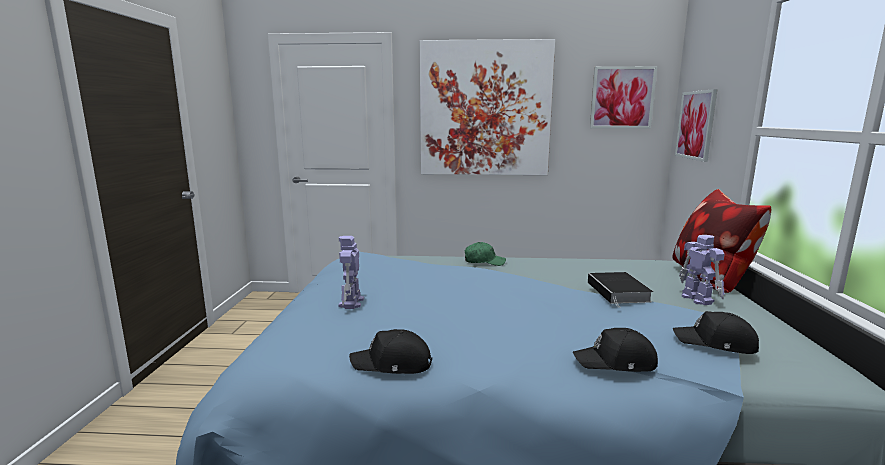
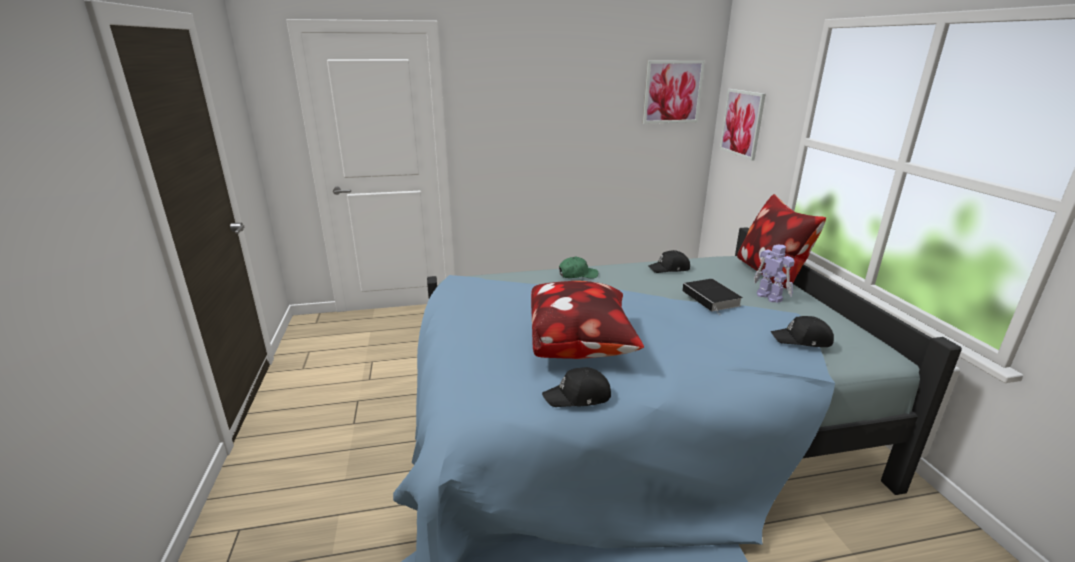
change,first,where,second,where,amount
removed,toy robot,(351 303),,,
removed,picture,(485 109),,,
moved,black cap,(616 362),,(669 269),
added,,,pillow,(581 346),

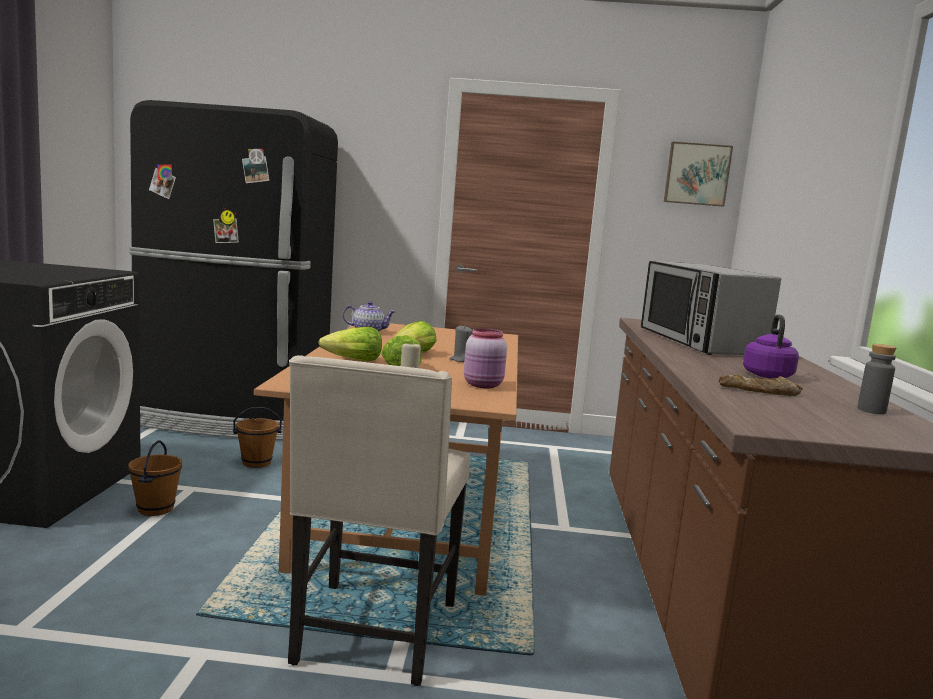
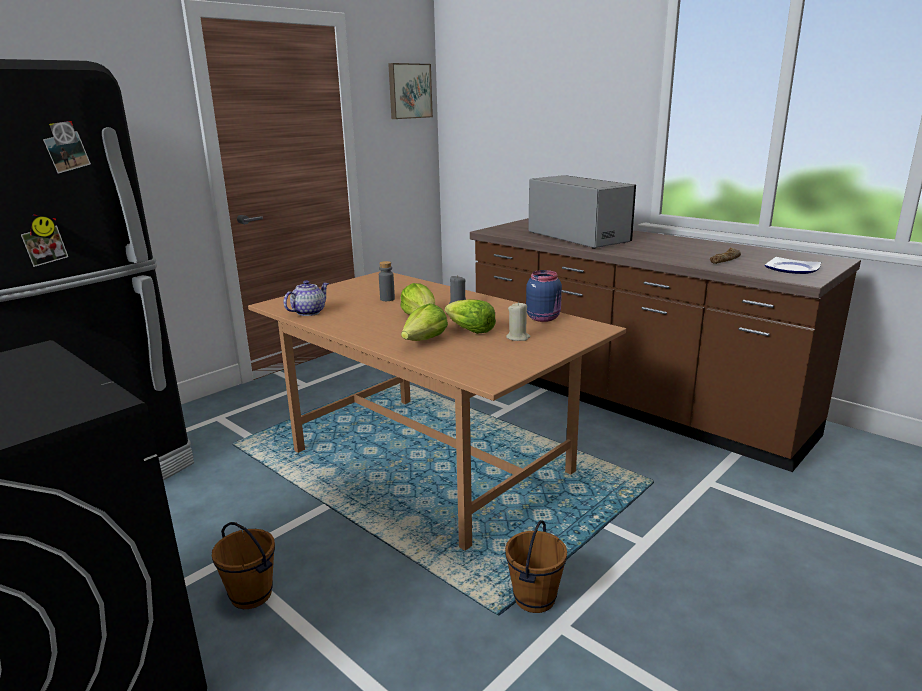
change,first,where,second,where,amount
moved,brown bucket,(256 463),,(535 599),
removed,beige chair,(373 634),,,
recoloured,pink jar,(484 385),blue jar,(544 318),
turned,microwave,(698 342),,(578 237),150 degrees counterclockwise
removed,purple kettle,(767 375),,,
moved,grey bottle,(871 410),,(387 299),
added,,,plate,(791 269),

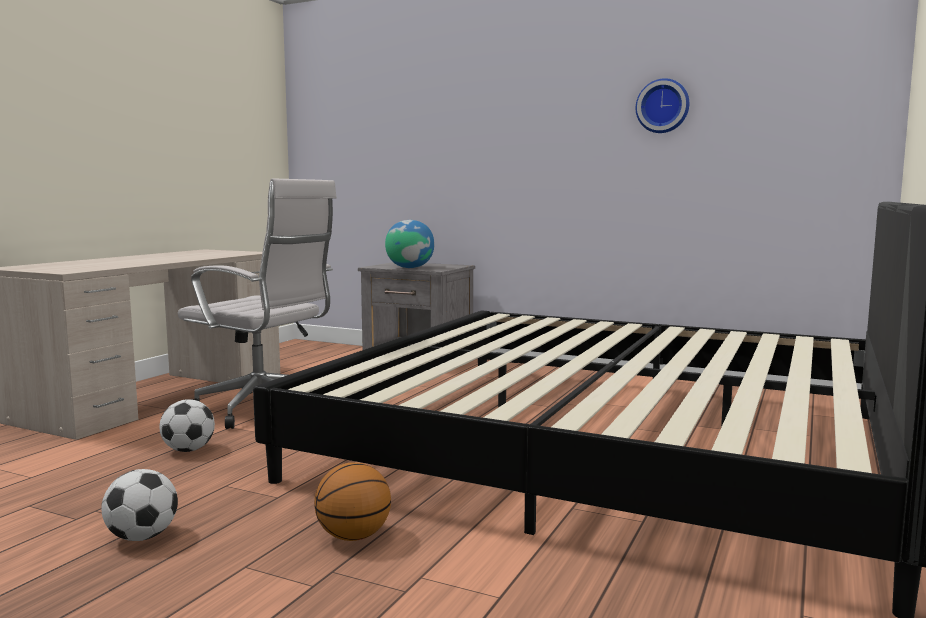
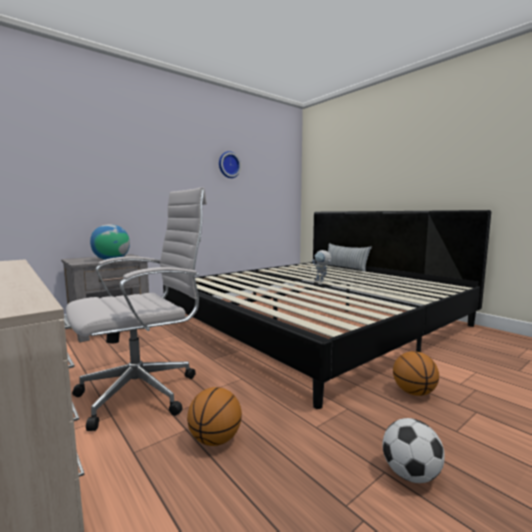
change,first,where,second,where,amount
replaced,football,(188 450),basketball,(215 440),
added,,,toy robot,(321 281),
added,,,pillow,(345 268),

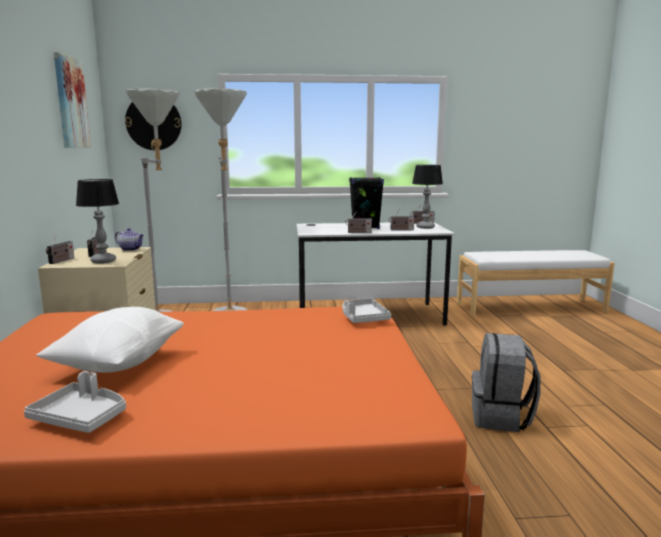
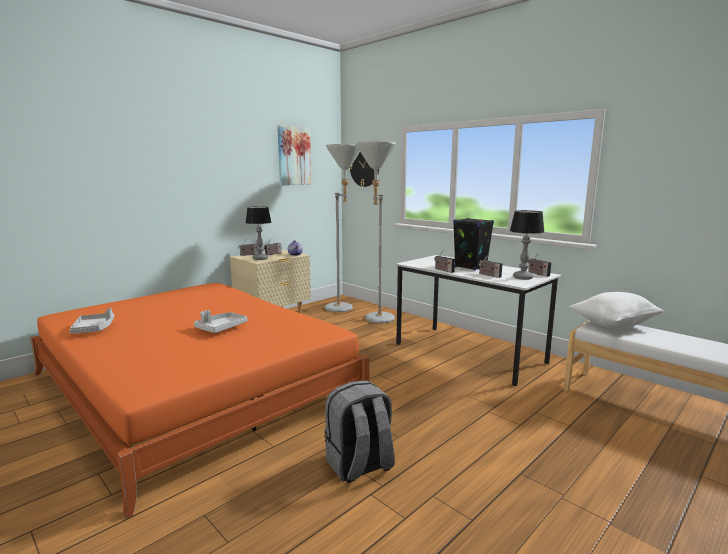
change,first,where,second,where,amount
moved,white pillow,(118 364),,(613 324),
moved,grey tray,(363 318),,(221 328),

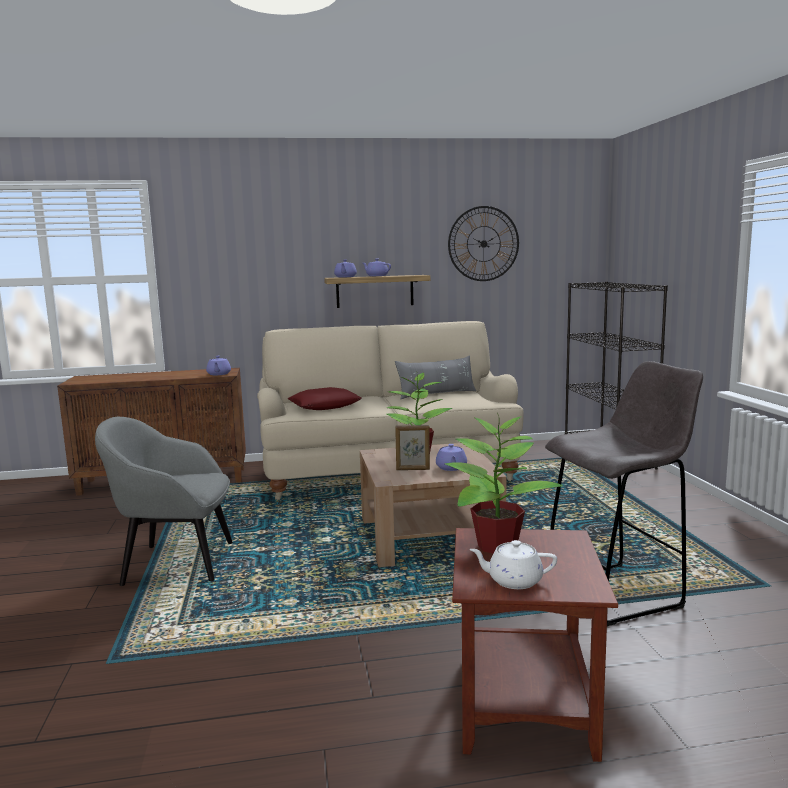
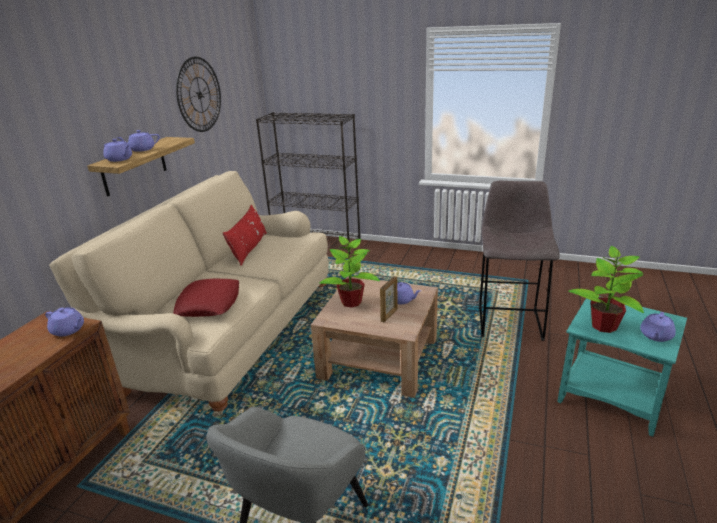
change,first,where,second,where,amount
recoloured,grey pillow,(436 394),red pillow,(249 248),
recoloured,brown side table,(527 704),turquoise side table,(611 396),
recoloured,white teapot,(513 581),purple teapot,(655 336),

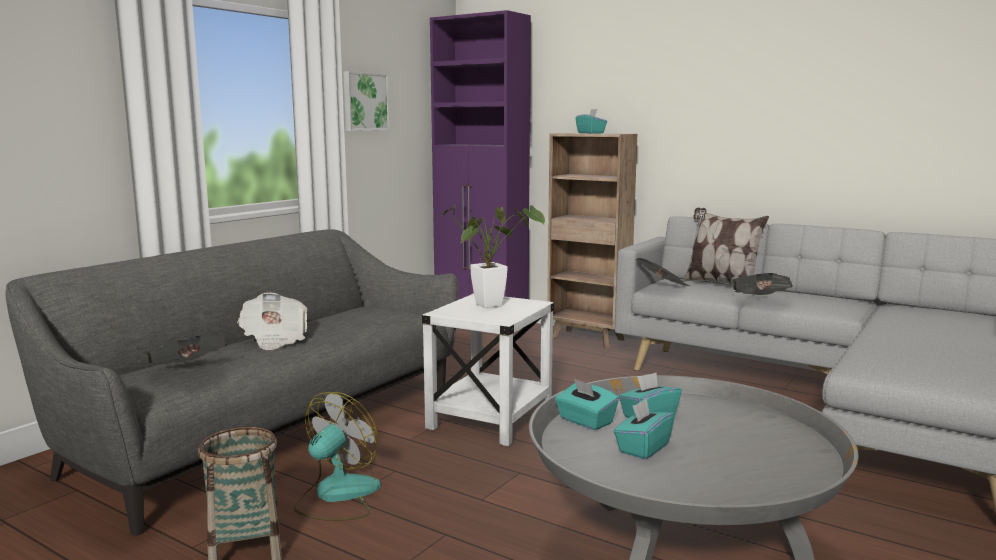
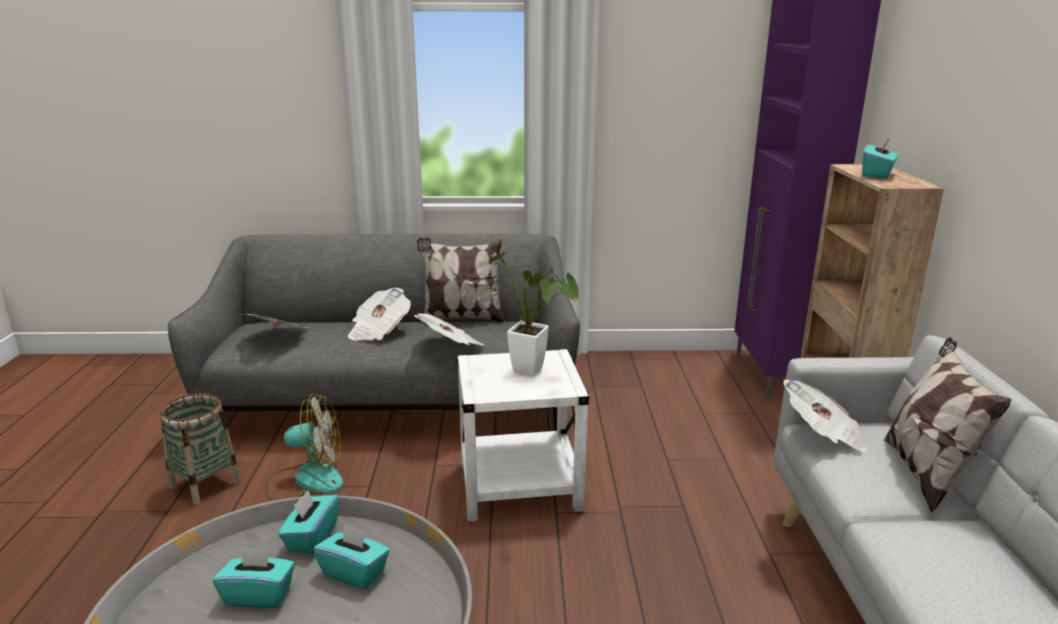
change,first,where,second,where,amount
removed,picture,(364 102),,,
moved,newspaper,(760 301),,(450 346),
added,,,pillow,(461 318),

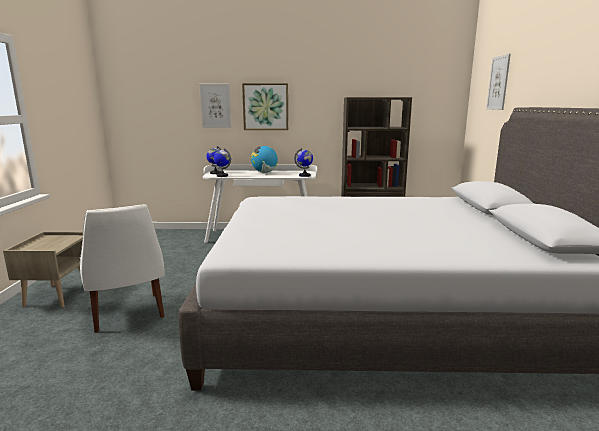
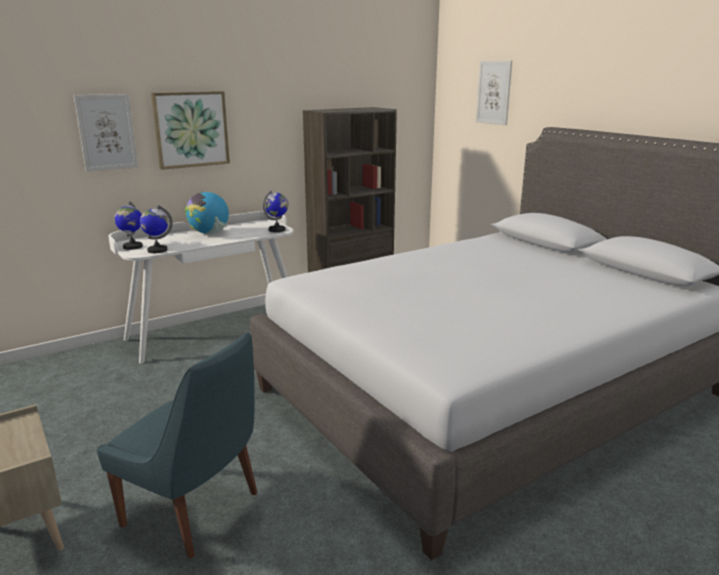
change,first,where,second,where,amount
recoloured,white chair,(128 314),blue chair,(195 511),

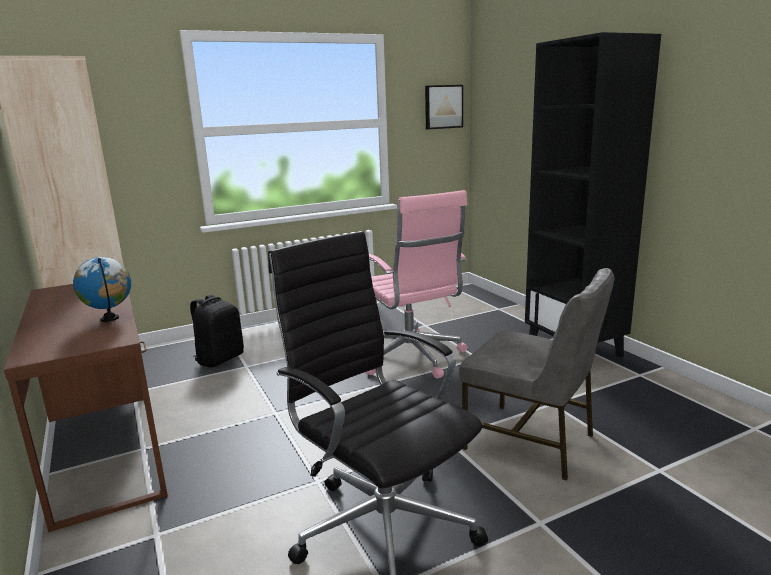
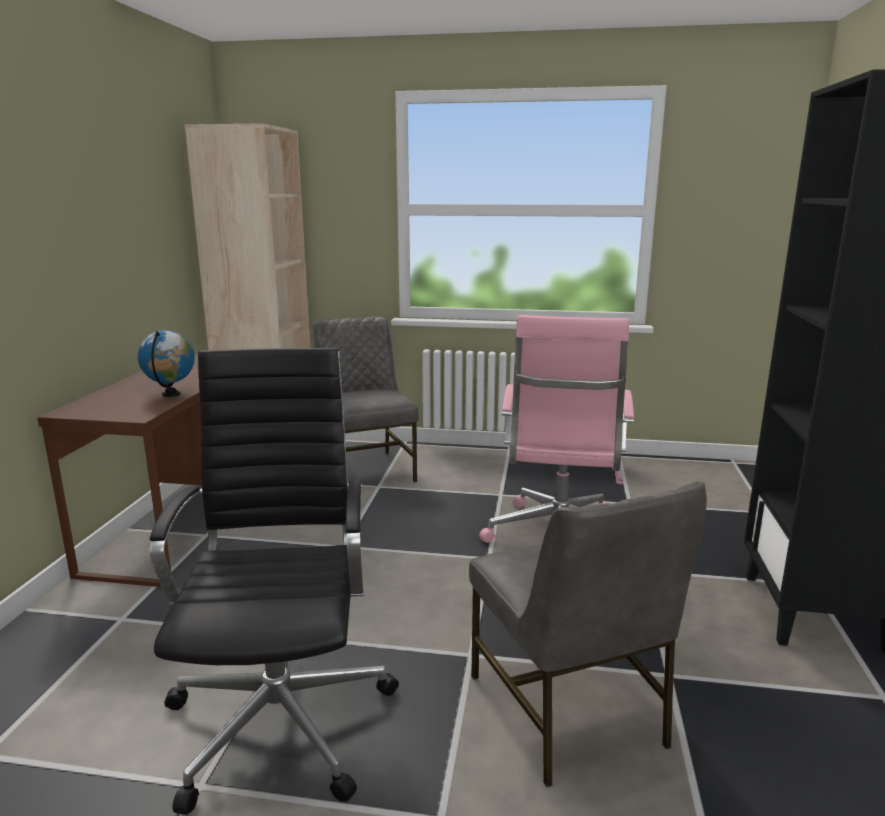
change,first,where,second,where,amount
replaced,black backpack,(220 359),grey chair,(366 470),
removed,picture,(443 107),,,

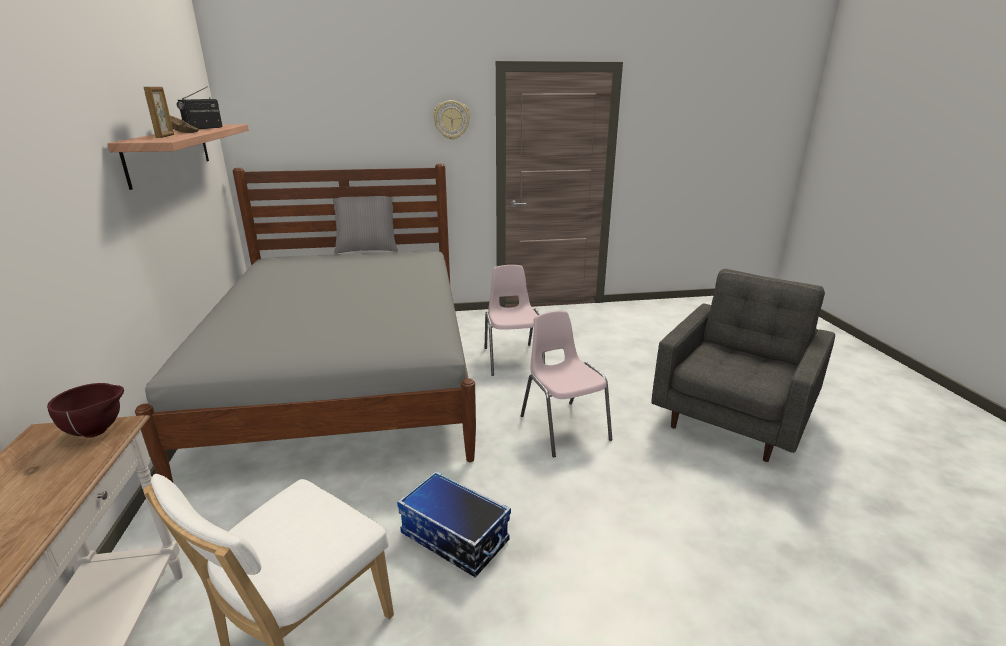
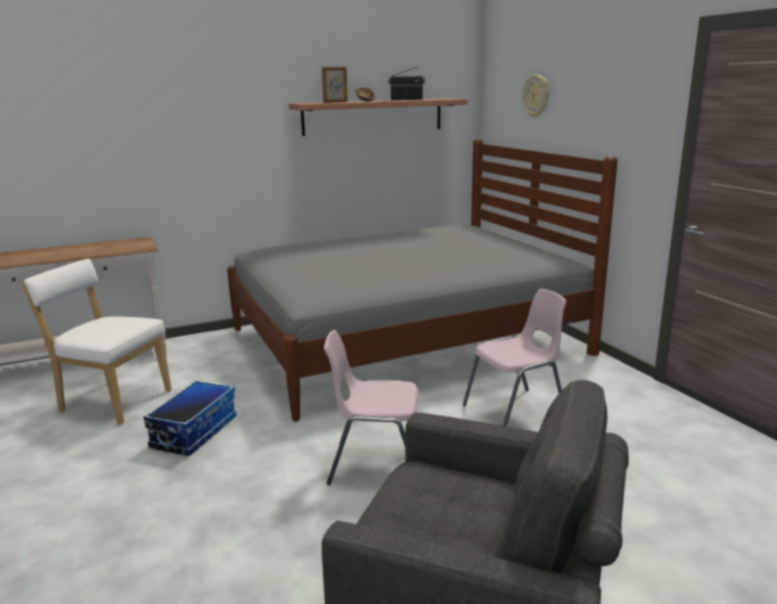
change,first,where,second,where,amount
removed,brown bowl,(99 431),,,
removed,grey pillow,(367 250),,,
moved,wall clock,(451 120),,(536 96),
turned,pink chair,(563 427),,(377 464),135 degrees counterclockwise

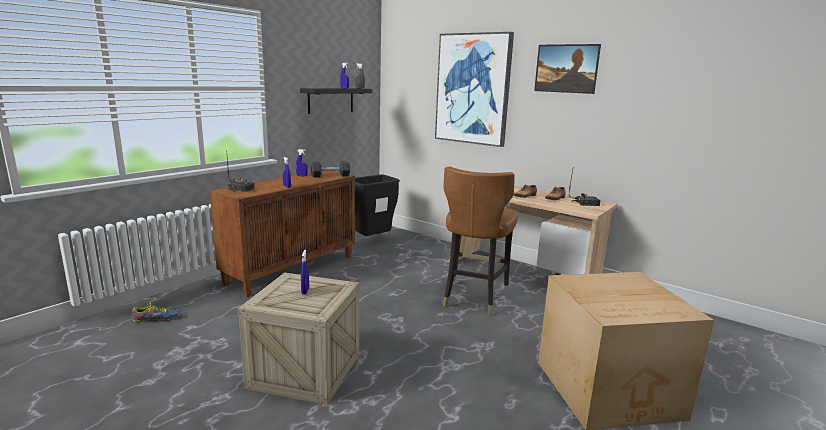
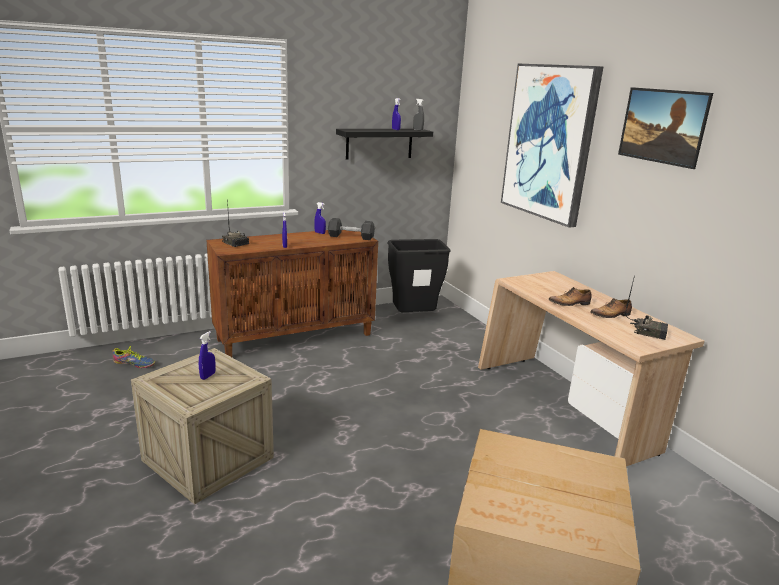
change,first,where,second,where,amount
removed,brown chair,(473 298),,,

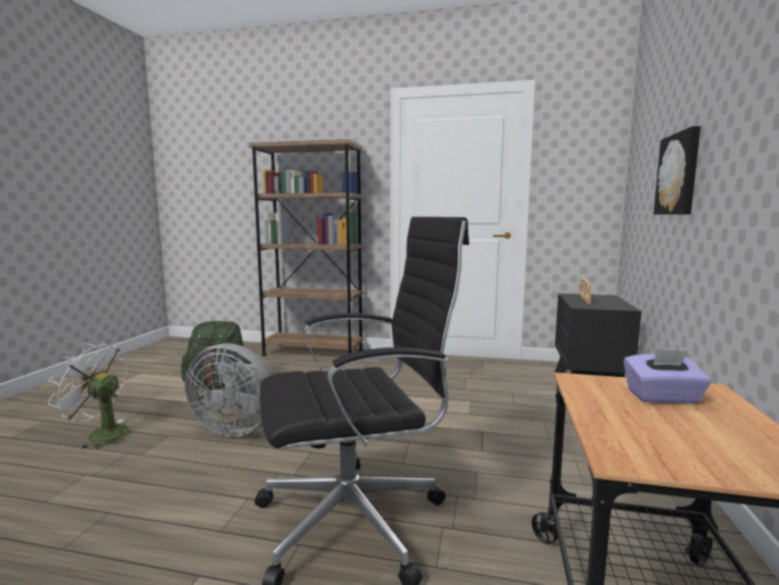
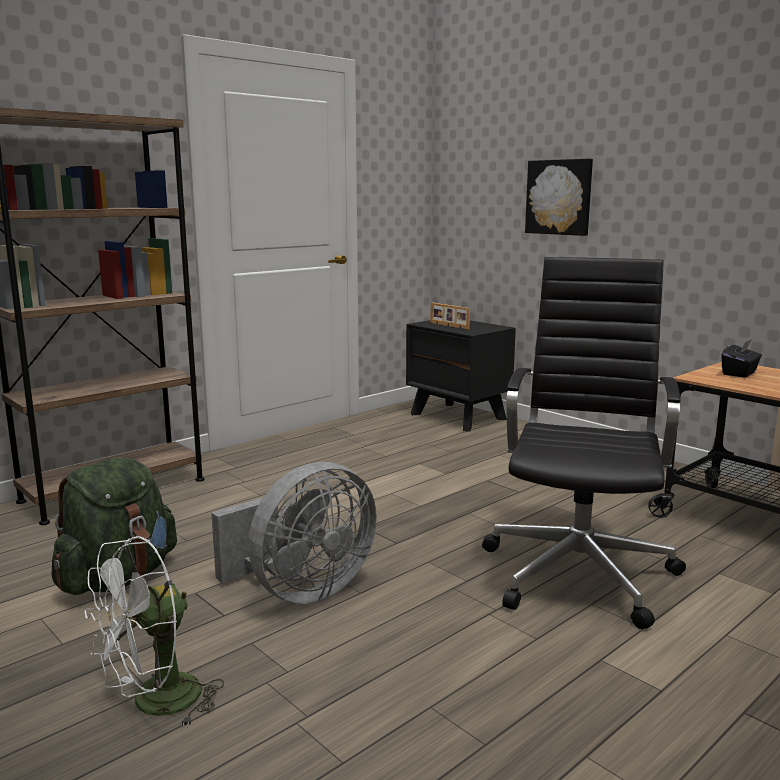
change,first,where,second,where,amount
recoloured,purple tissue box,(663 397),black tissue box,(740 373),

